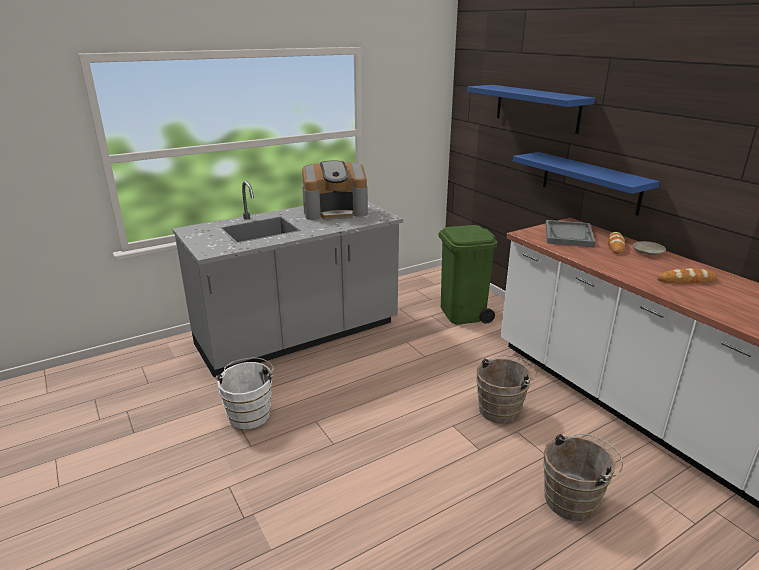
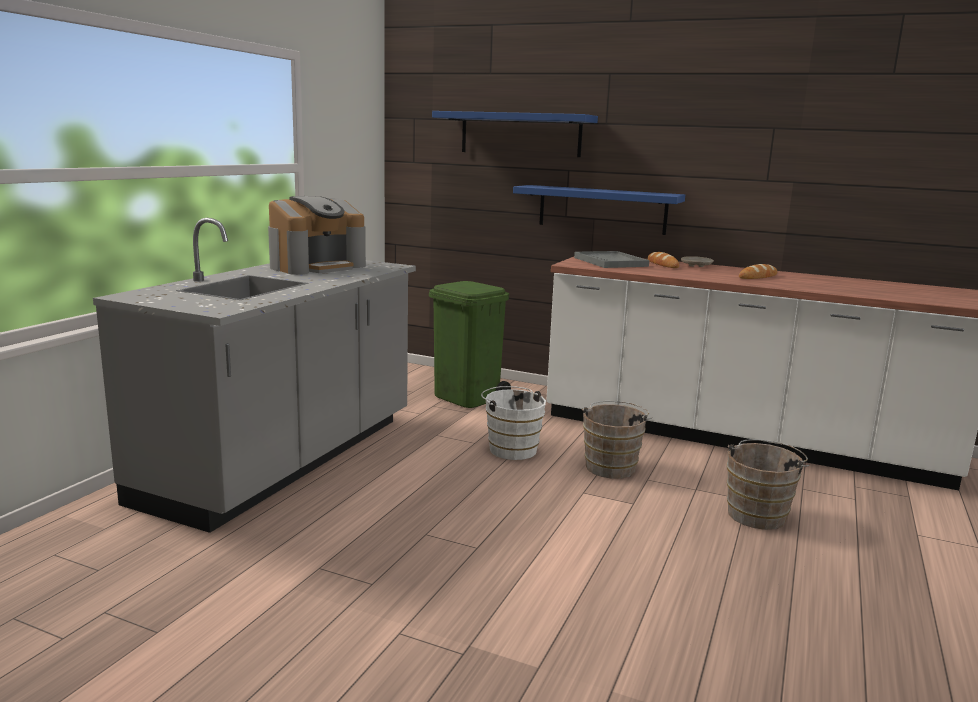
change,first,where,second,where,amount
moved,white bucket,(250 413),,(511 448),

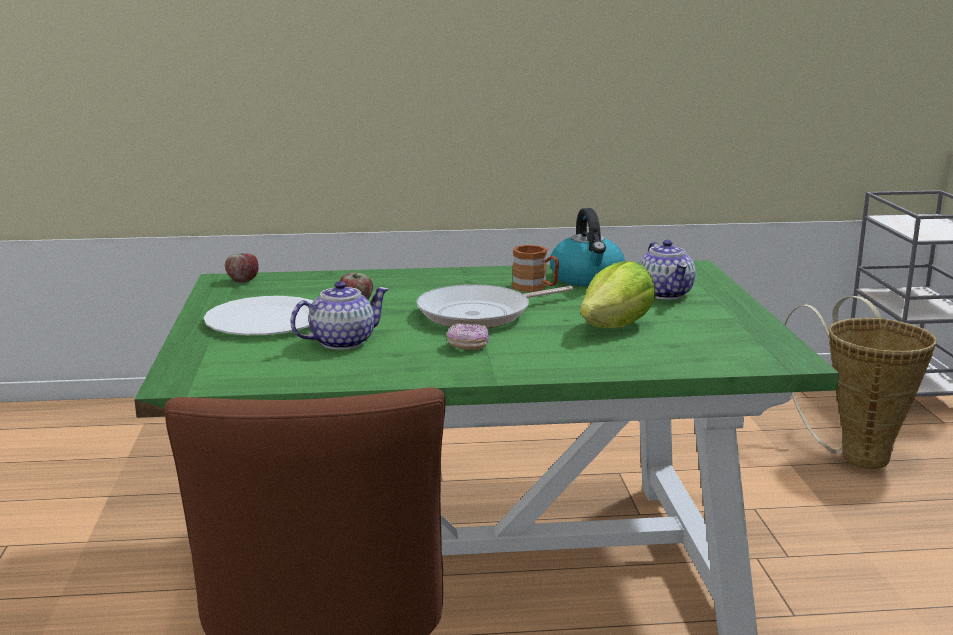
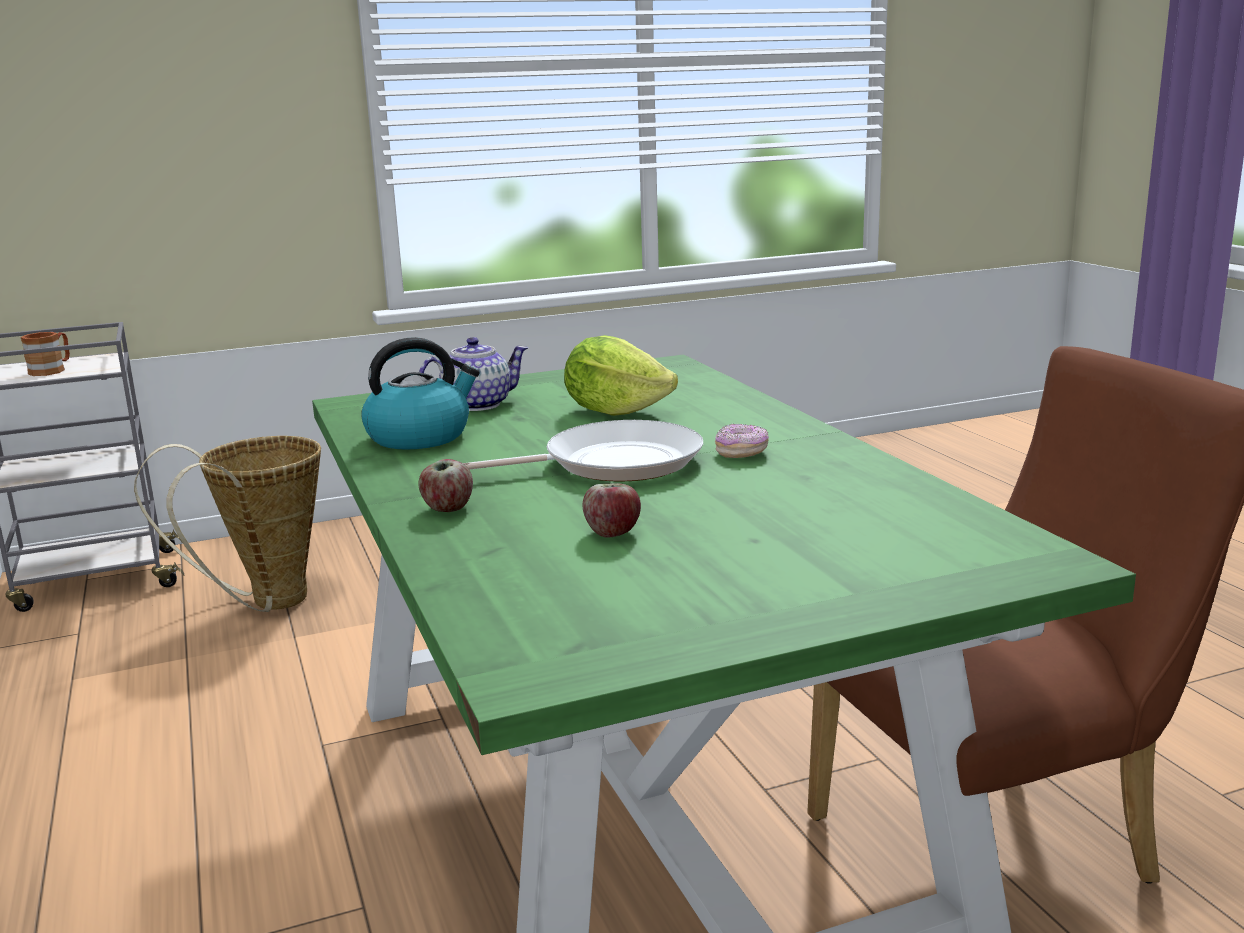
change,first,where,second,where,amount
removed,white plate,(265 320),,,
moved,apple,(243 280),,(447 508),
removed,teapot,(341 342),,,
turned,frying pan,(480 314),,(613 463),60 degrees counterclockwise
moved,brown mug,(536 288),,(52 370),

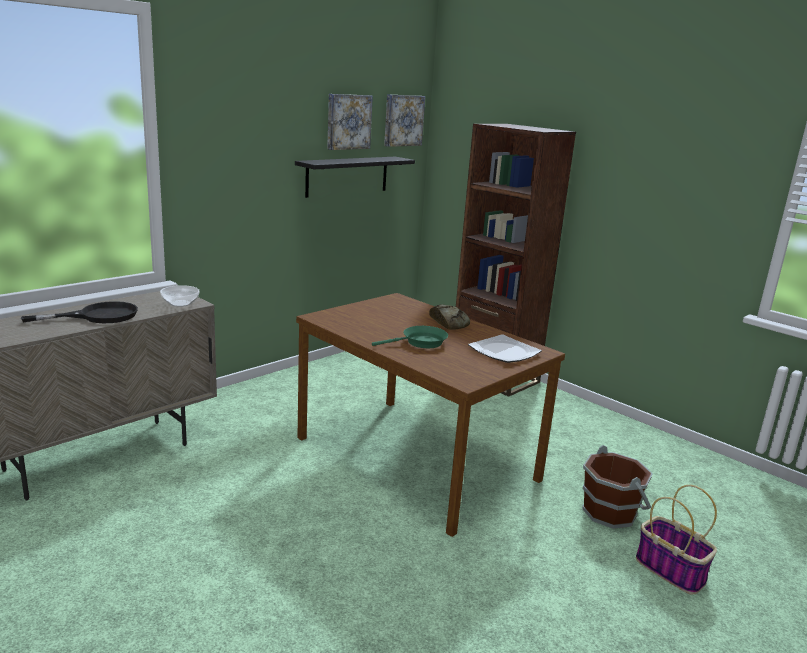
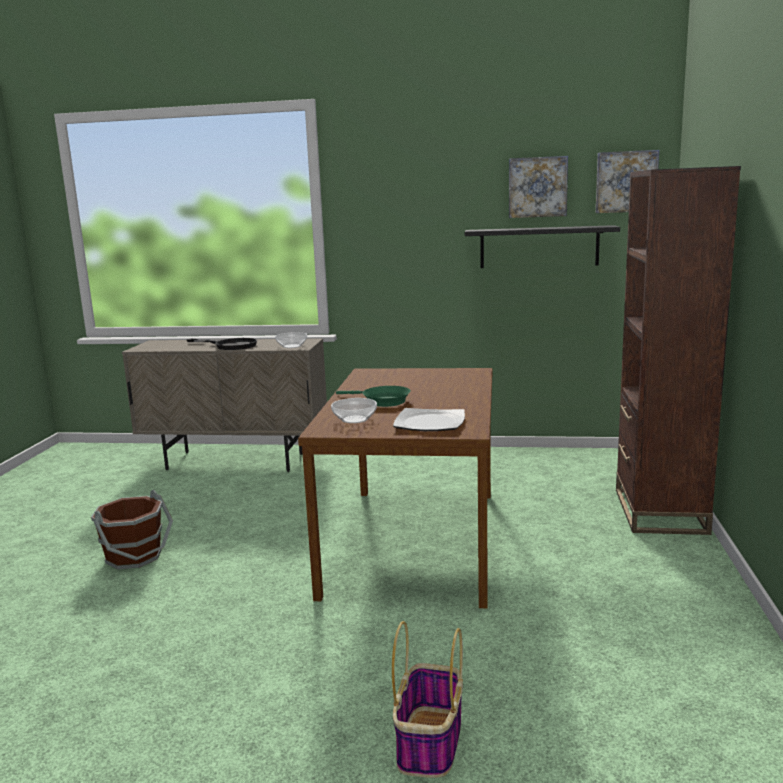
change,first,where,second,where,amount
removed,bread,(449 322),,,
moved,brown bucket,(610 512),,(135 556),
added,,,bowl,(354 419),

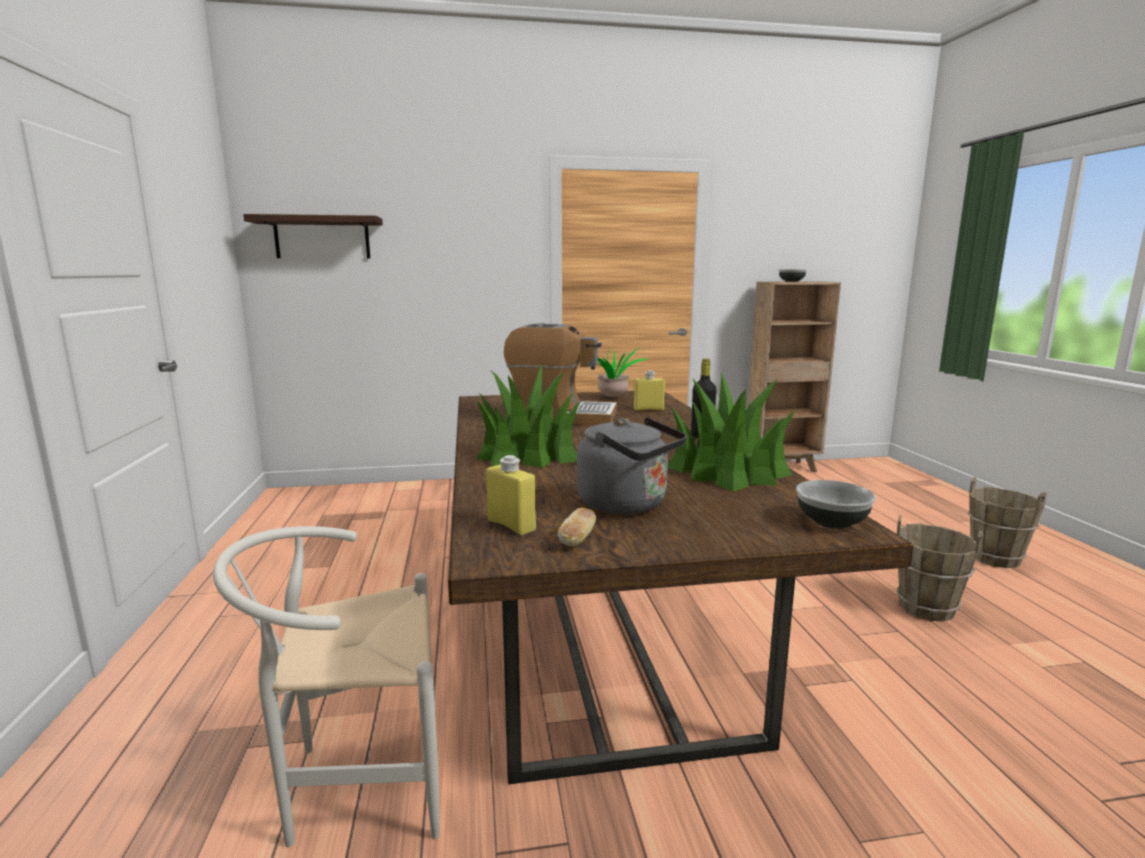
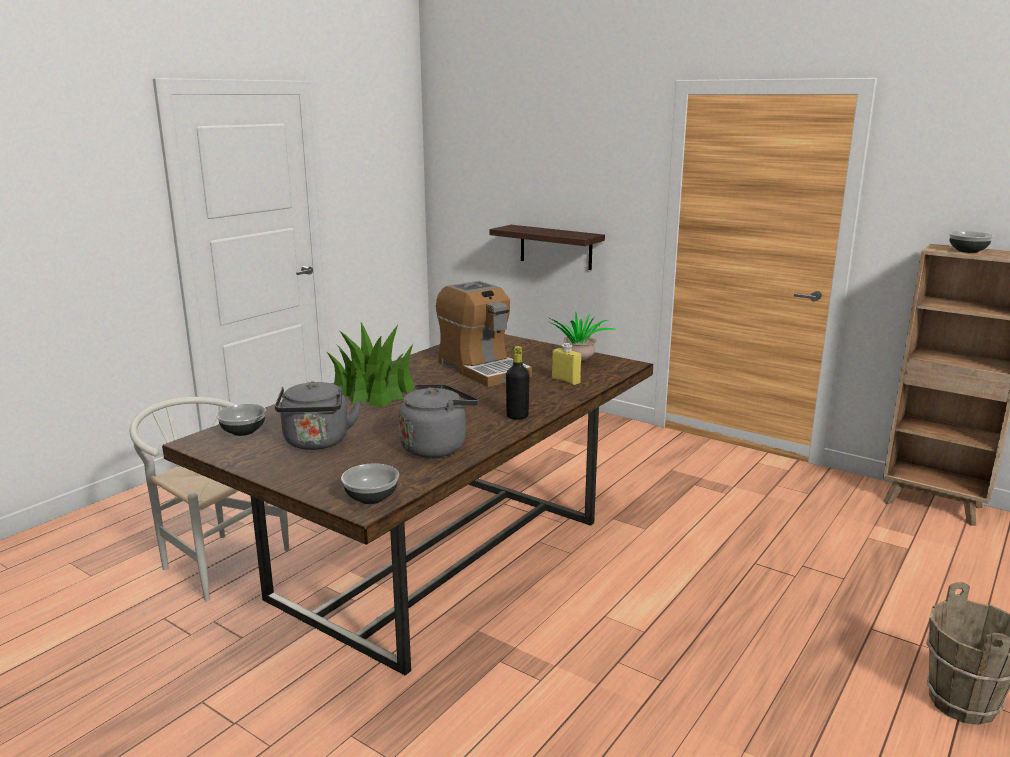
change,first,where,second,where,amount
moved,shelf,(322 238),,(555 247),
replaced,yellow bottle,(511 525),bowl,(243 431),
removed,bread,(577 539),,,
replaced,potted plant,(728 471),grey kettle,(436 446),
removed,brown bucket,(926 608),,,

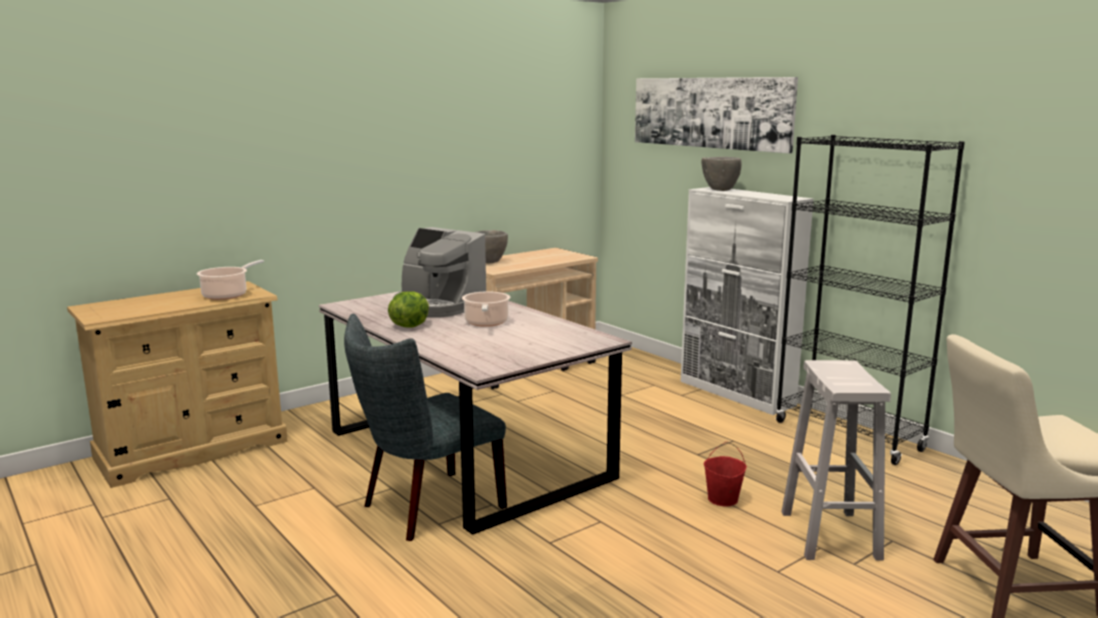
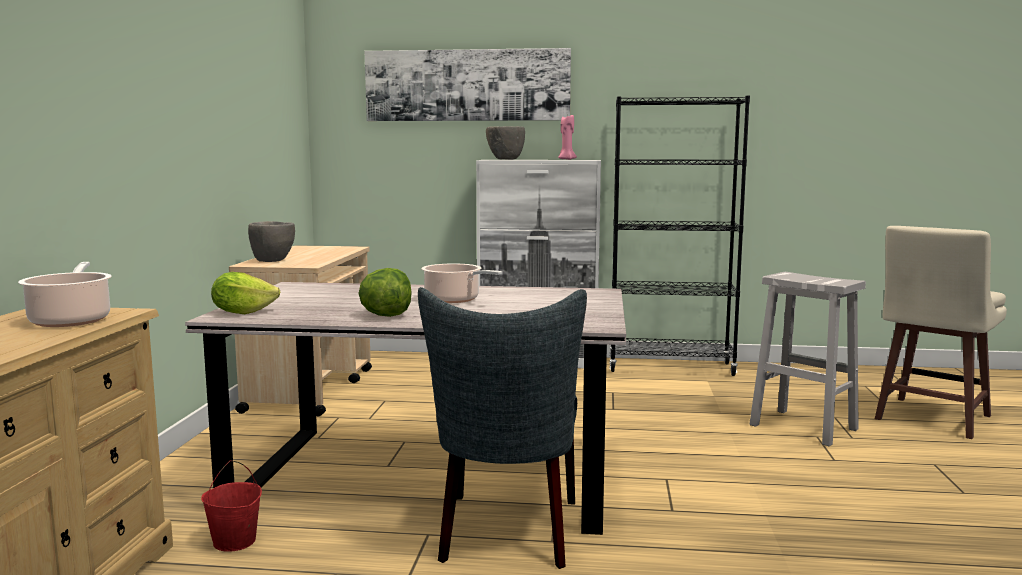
change,first,where,second,where,amount
removed,coffee machine,(437 306),,,
moved,red bucket,(723 499),,(235 542),
added,,,lettuce,(242 312),
added,,,pink candle,(566 159),

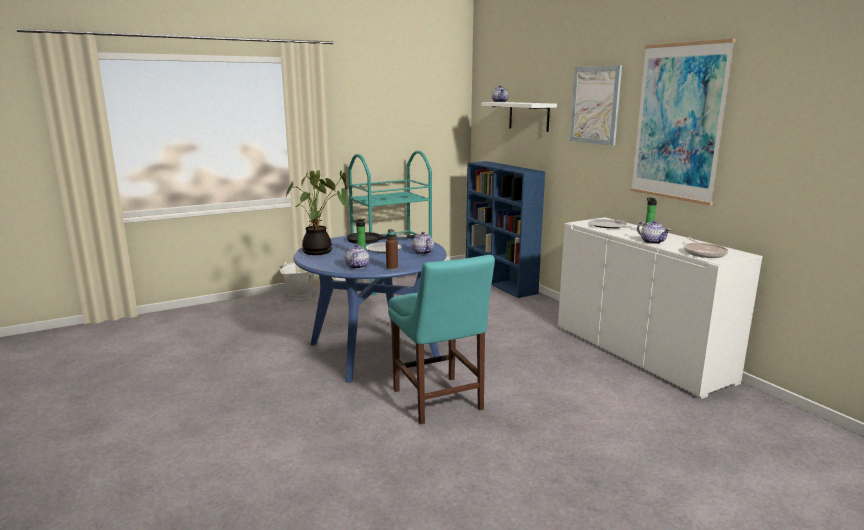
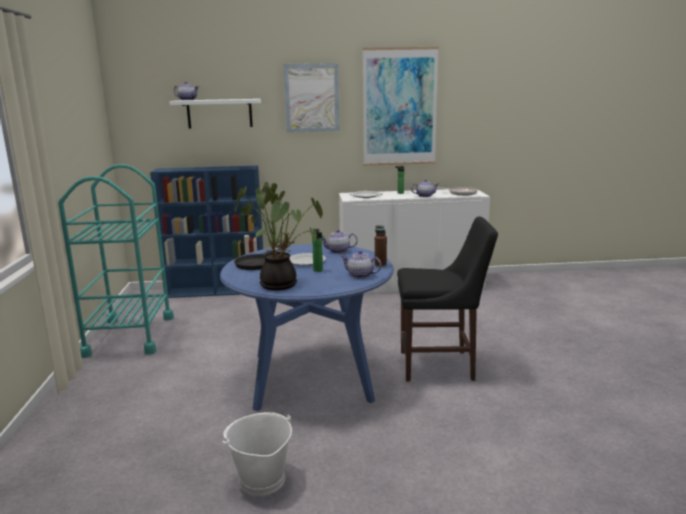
change,first,where,second,where,amount
moved,white bucket,(300 295),,(261 480),
recoloured,turquoise chair,(439 402),black chair,(441 366),

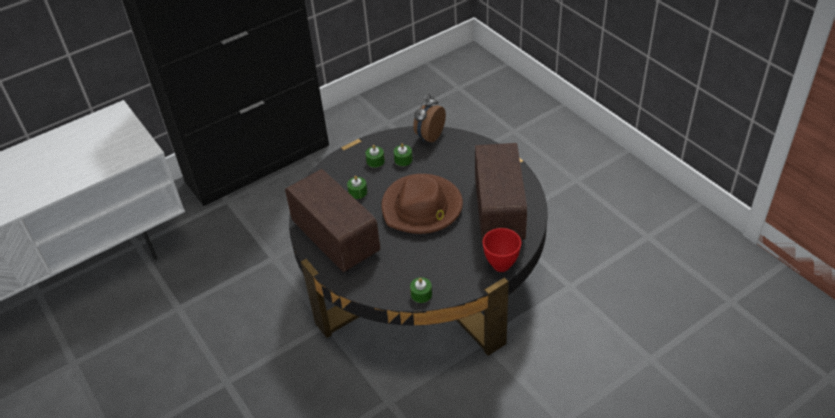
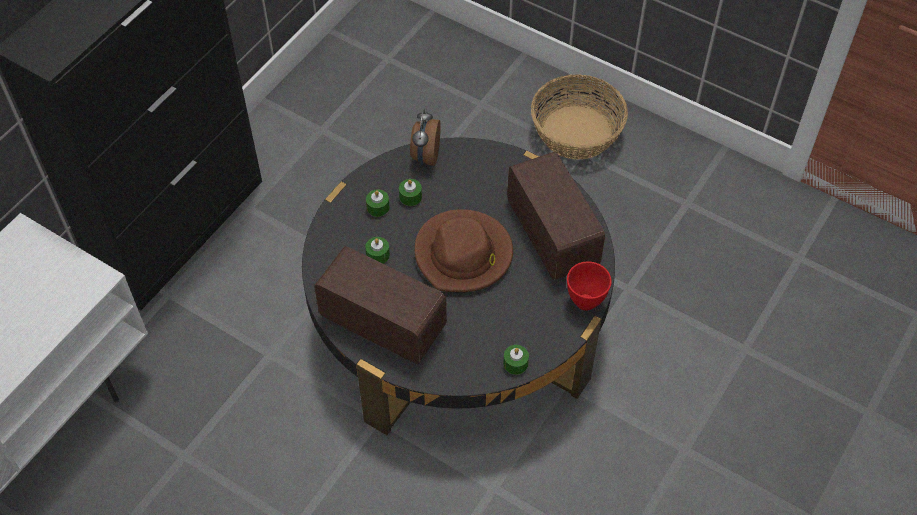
change,first,where,second,where,amount
added,,,basket,(576 133),

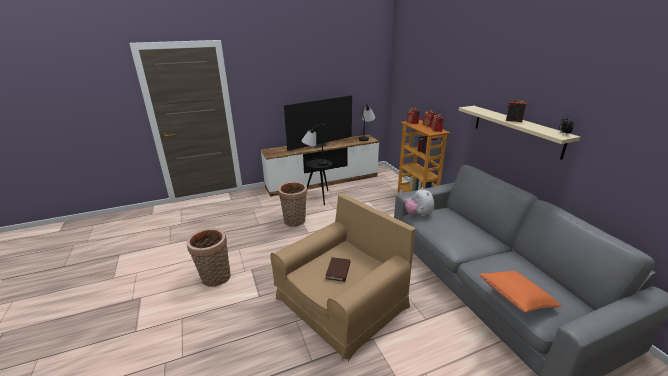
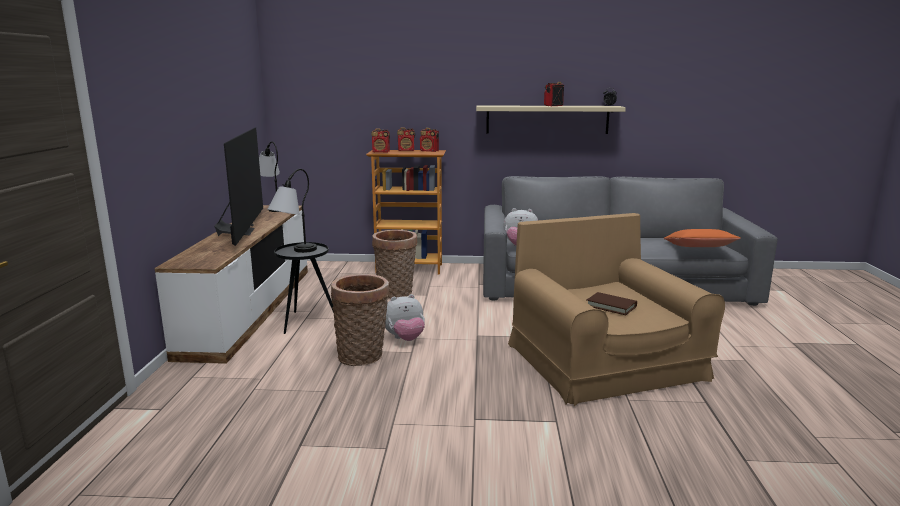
change,first,where,second,where,amount
moved,basket,(215 279),,(396 294),
added,,,plush toy,(405 339),

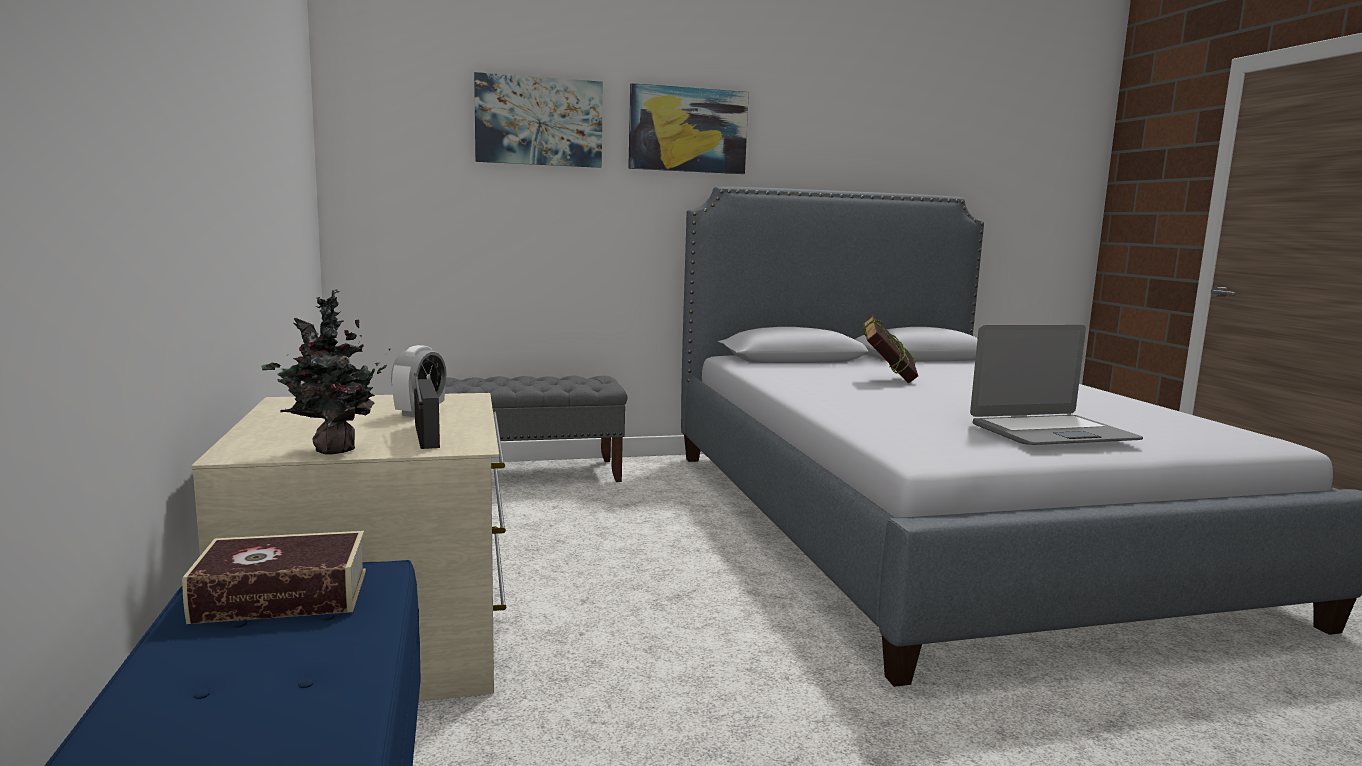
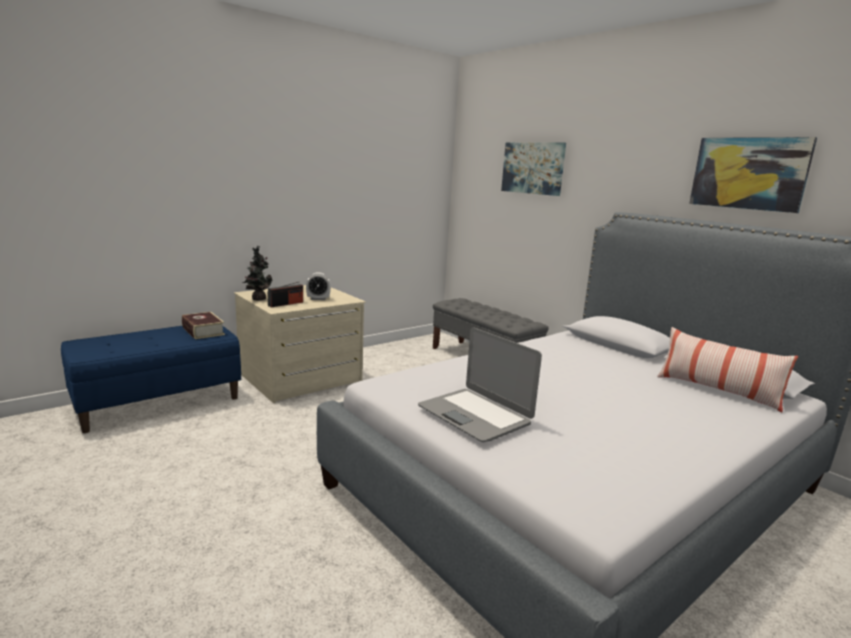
change,first,where,second,where,amount
moved,picture,(688 130),,(748 173),
removed,book,(887 379),,,
added,,,pillow,(717 391),

